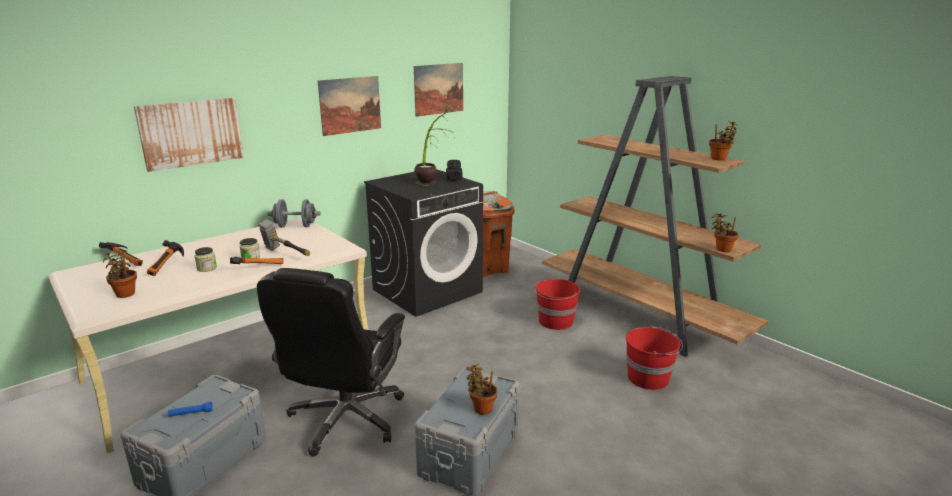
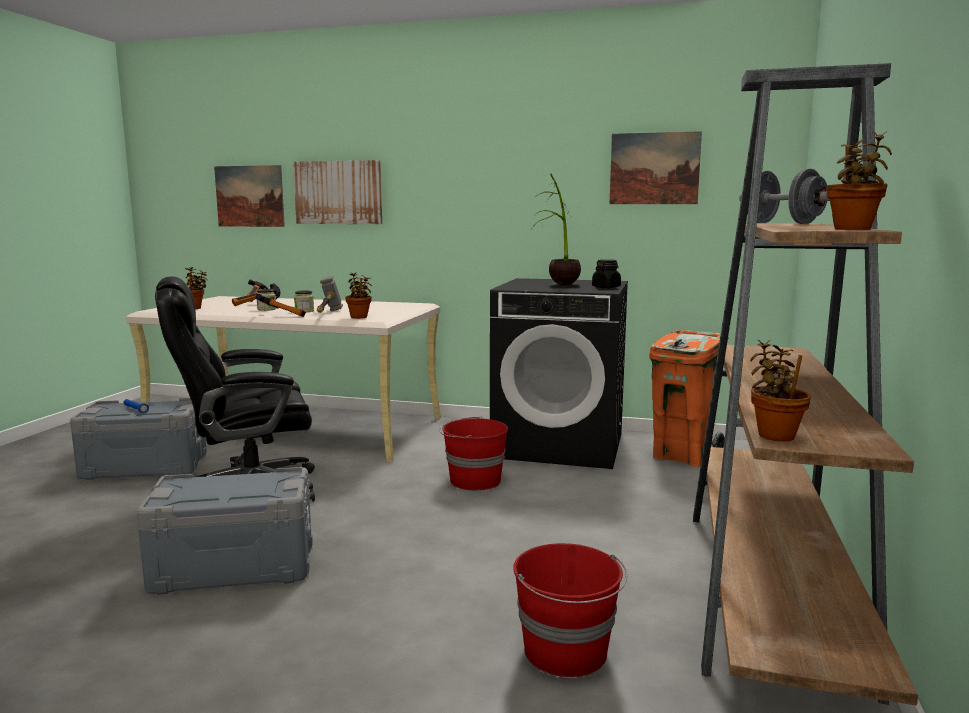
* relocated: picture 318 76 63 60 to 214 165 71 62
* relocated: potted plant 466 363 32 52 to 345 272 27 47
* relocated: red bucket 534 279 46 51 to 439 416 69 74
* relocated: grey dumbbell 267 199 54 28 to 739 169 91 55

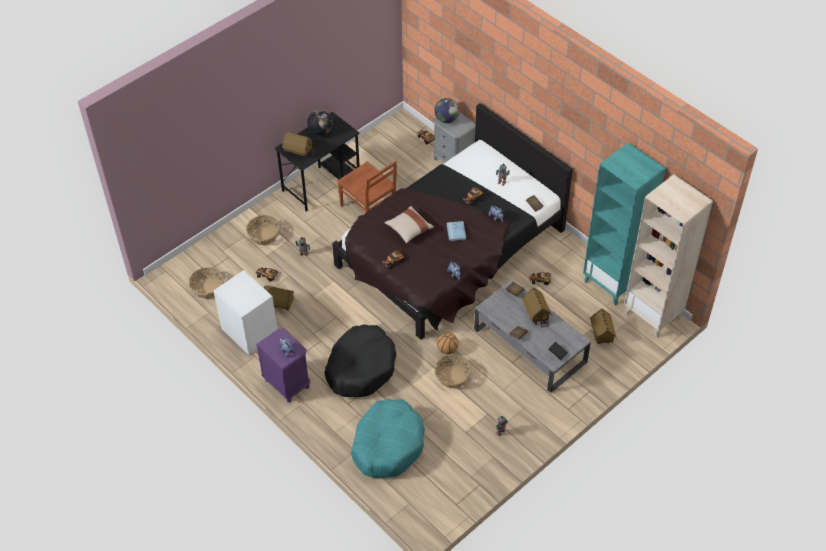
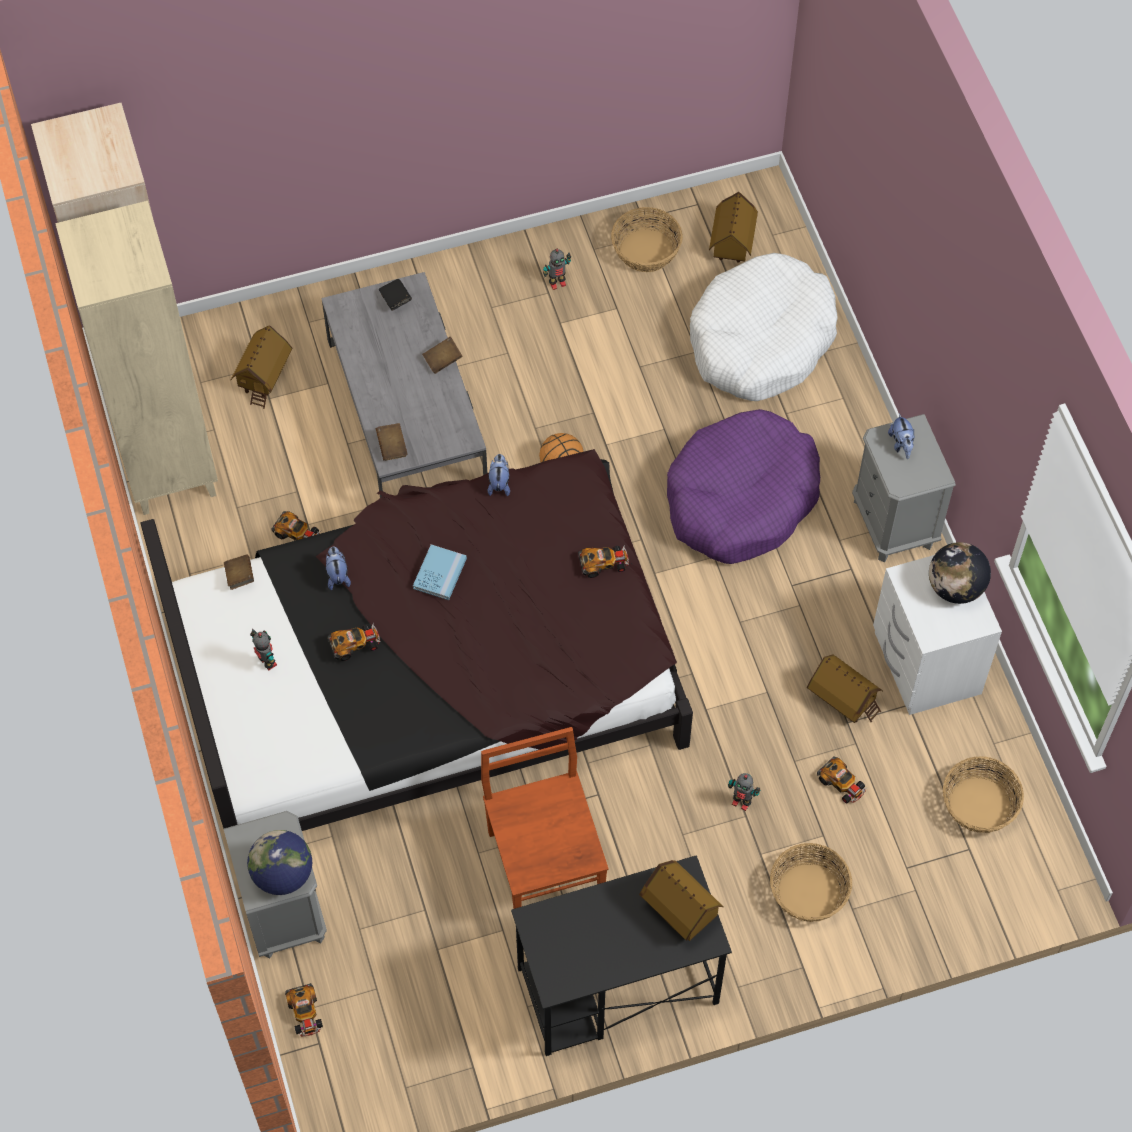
* colour: turquoise bookcase 583 142 83 163 to beige bookcase 55 201 163 314
* relocated: basket 434 354 38 34 to 611 207 72 65
* colour: black dog bed 324 324 73 73 to purple dog bed 667 409 153 155
* colour: turquoise dog bed 351 399 74 79 to white dog bed 690 253 147 148
* relocated: toy house 522 287 30 40 to 709 192 49 71
* colour: purple nightstand 256 328 54 74 to grey nightstand 852 414 104 148
* relocated: globe 307 110 26 26 to 929 542 62 62
* missing: beige pillow 384 206 50 38

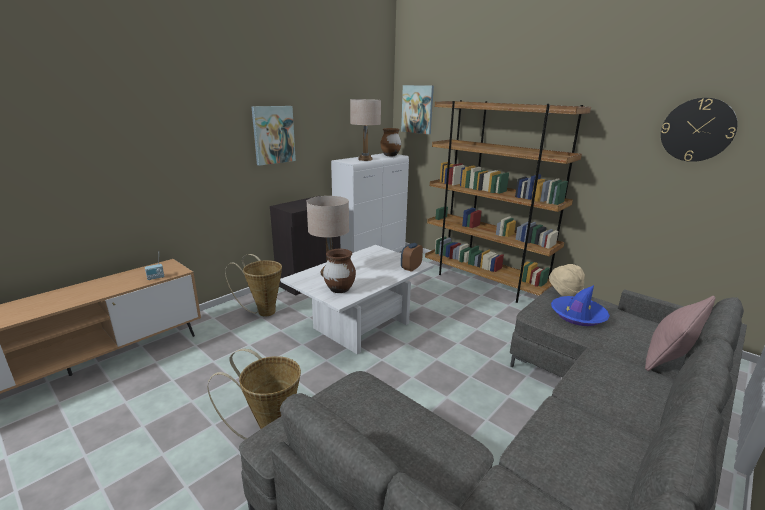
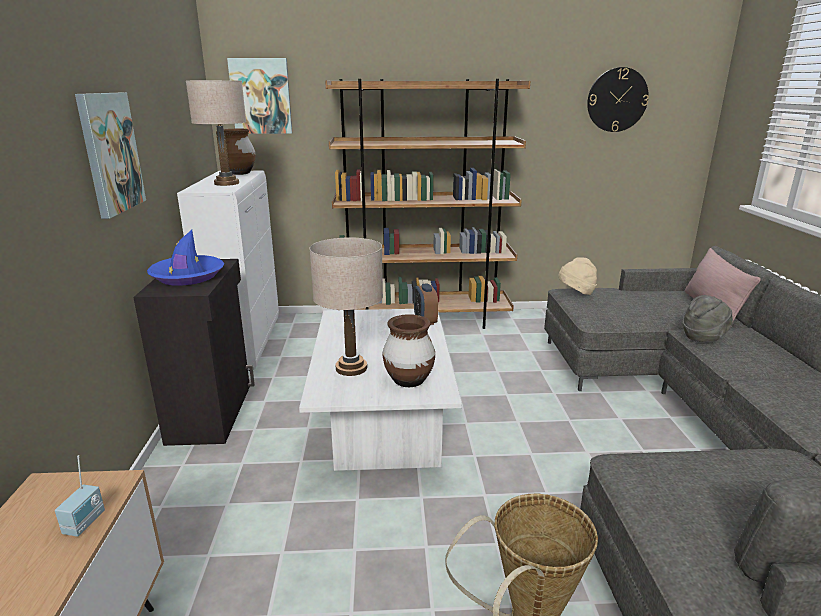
* relocated: blue hat 551 285 59 41 to 147 230 78 55
* appeared: grey hat 683 295 50 47
* missing: basket 225 254 57 63

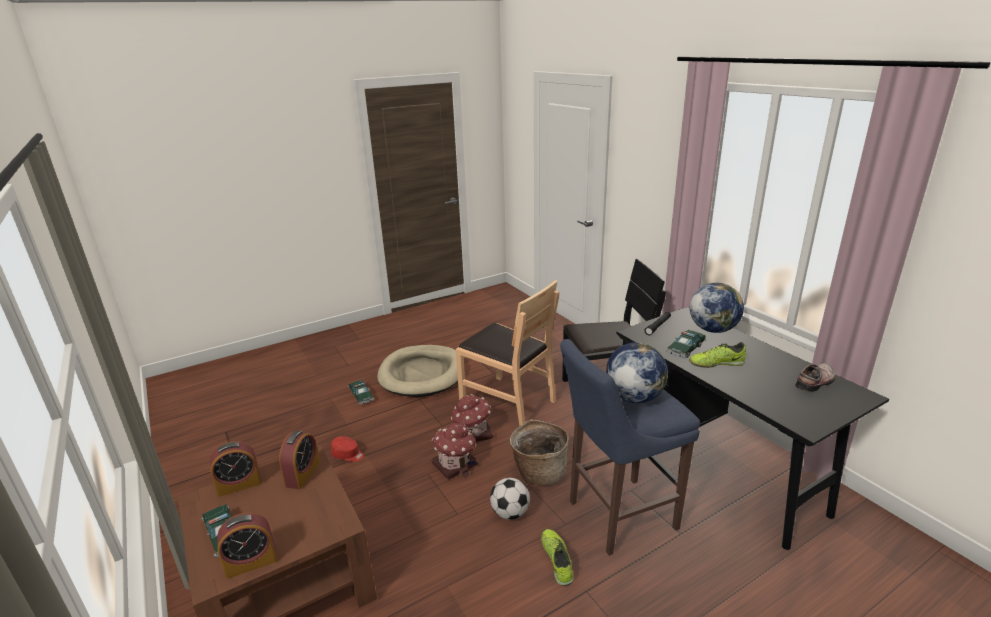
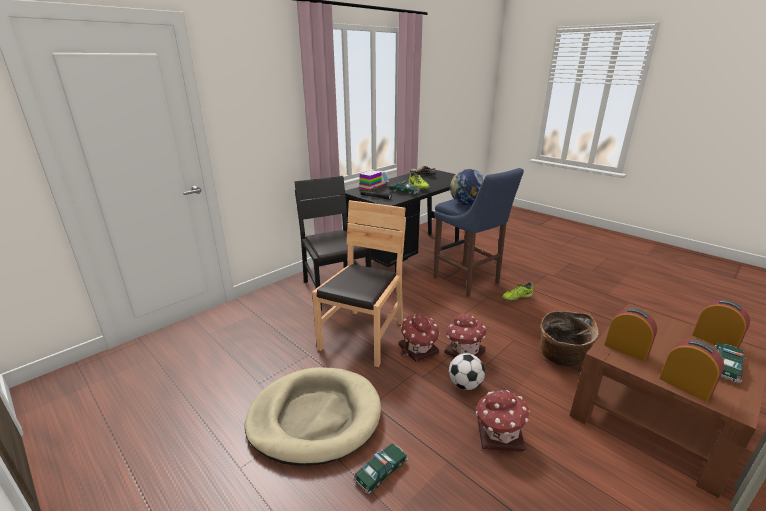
* exchanged: globe 690 283 54 50 to toy truck 359 170 30 21
* relocated: football 490 478 40 42 to 449 353 36 37
* exchanged: red cap 331 436 33 26 to toy house 476 390 54 62
* relocated: basket 510 419 59 66 to 541 311 58 56
* spun: alarm clock 279 431 41 58 = 604 308 53 54 45 degrees clockwise

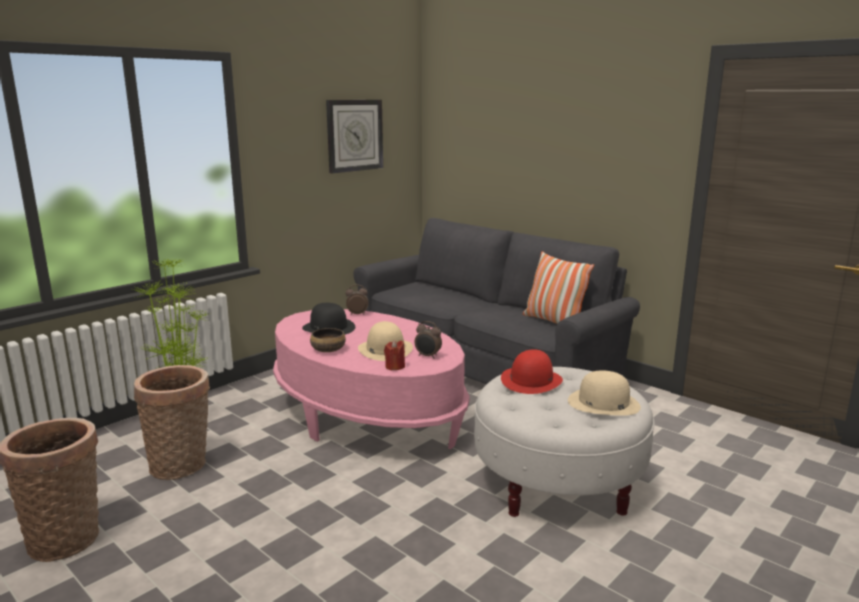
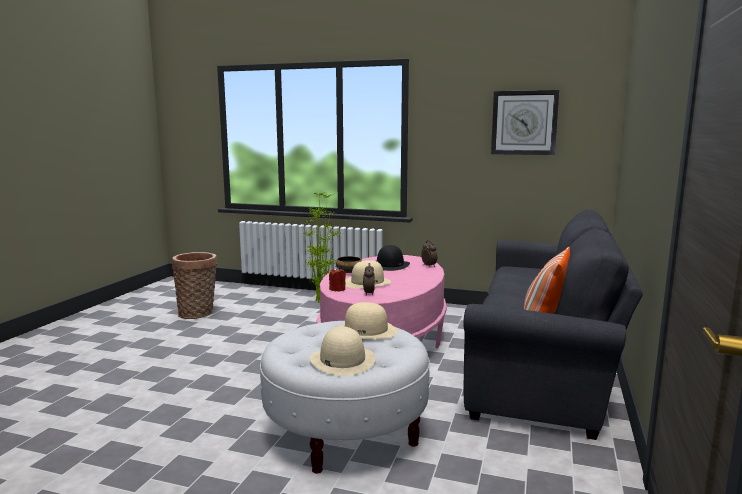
* colour: red hat 501 349 62 45 to beige hat 340 302 57 37
* missing: basket 134 365 76 115

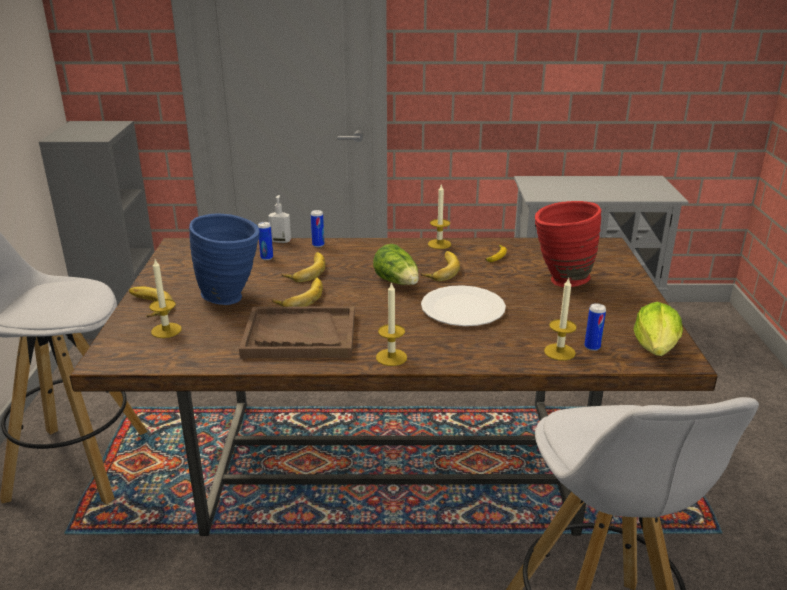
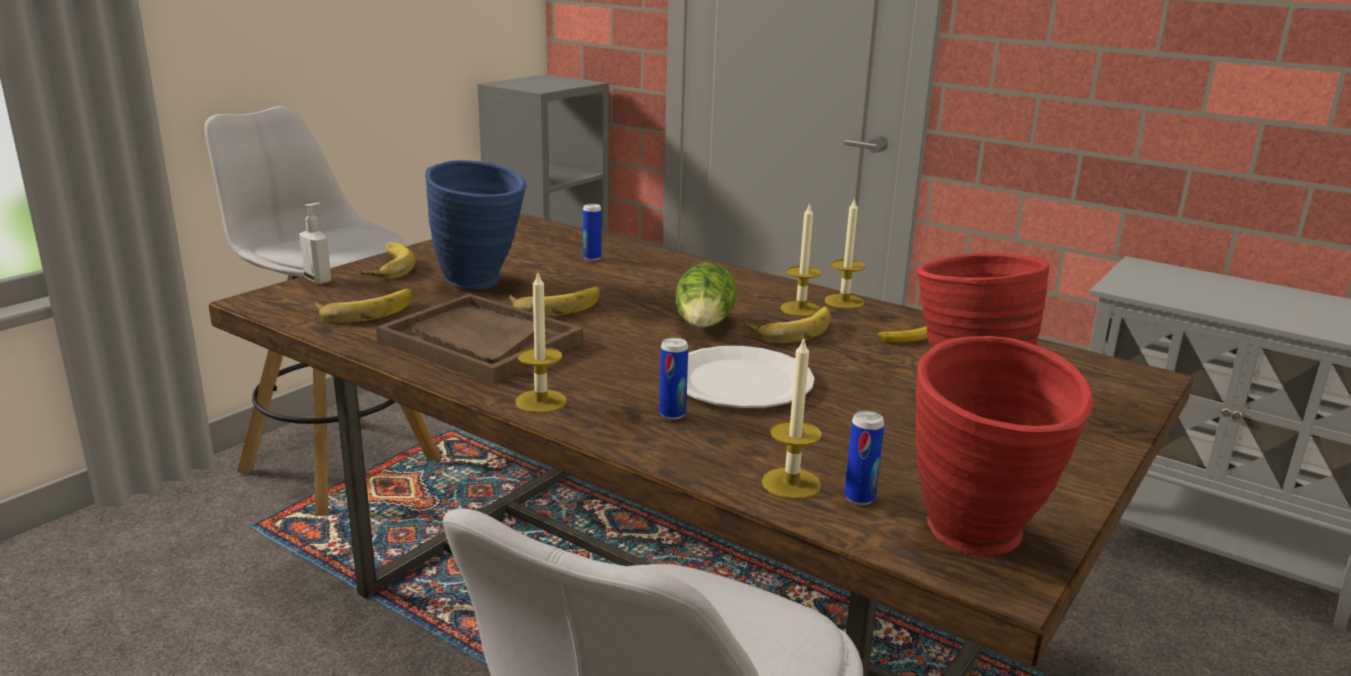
* relocated: soap dispenser 268 195 23 48 to 300 203 31 81
* relocated: banana 282 252 43 30 to 315 289 97 34
* relocated: can 311 210 13 37 to 659 337 29 83
* relocated: candle 149 259 33 79 to 781 203 41 114
* exchanged: lettuce 633 302 50 54 to red vase 916 336 178 221

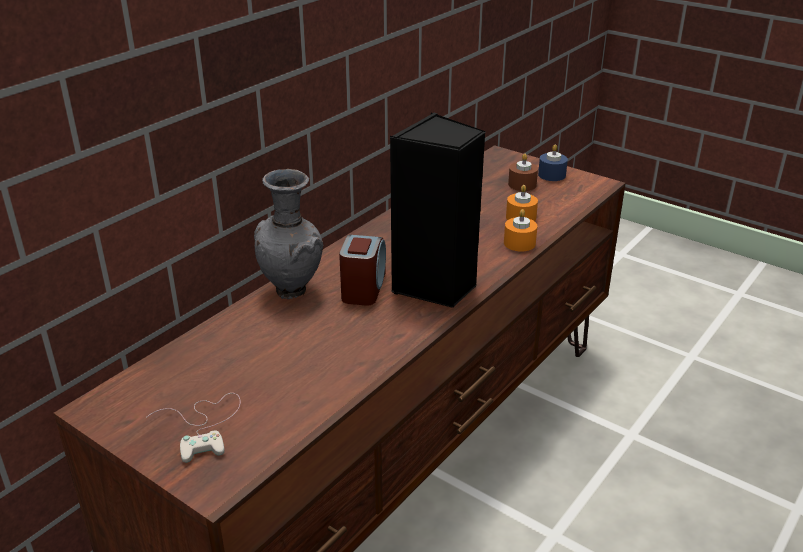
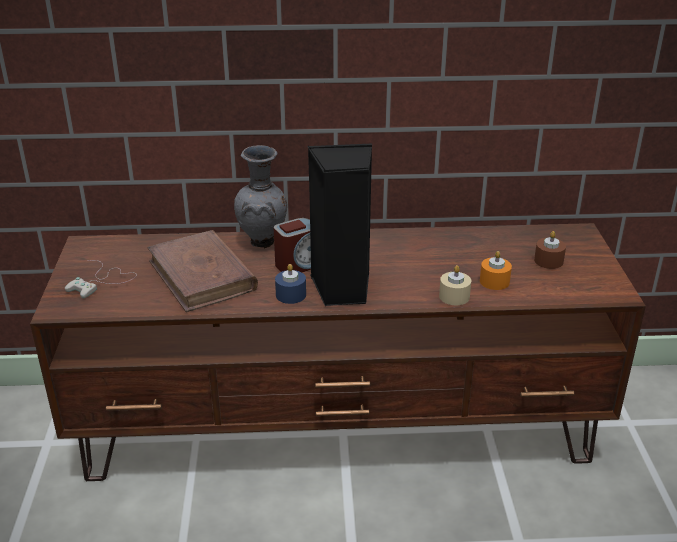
* appeared: brown book 147 230 111 82
* relocated: blue candle 538 144 30 37 to 275 264 31 40
* colour: orange candle 504 209 33 42 to beige candle 439 265 32 40

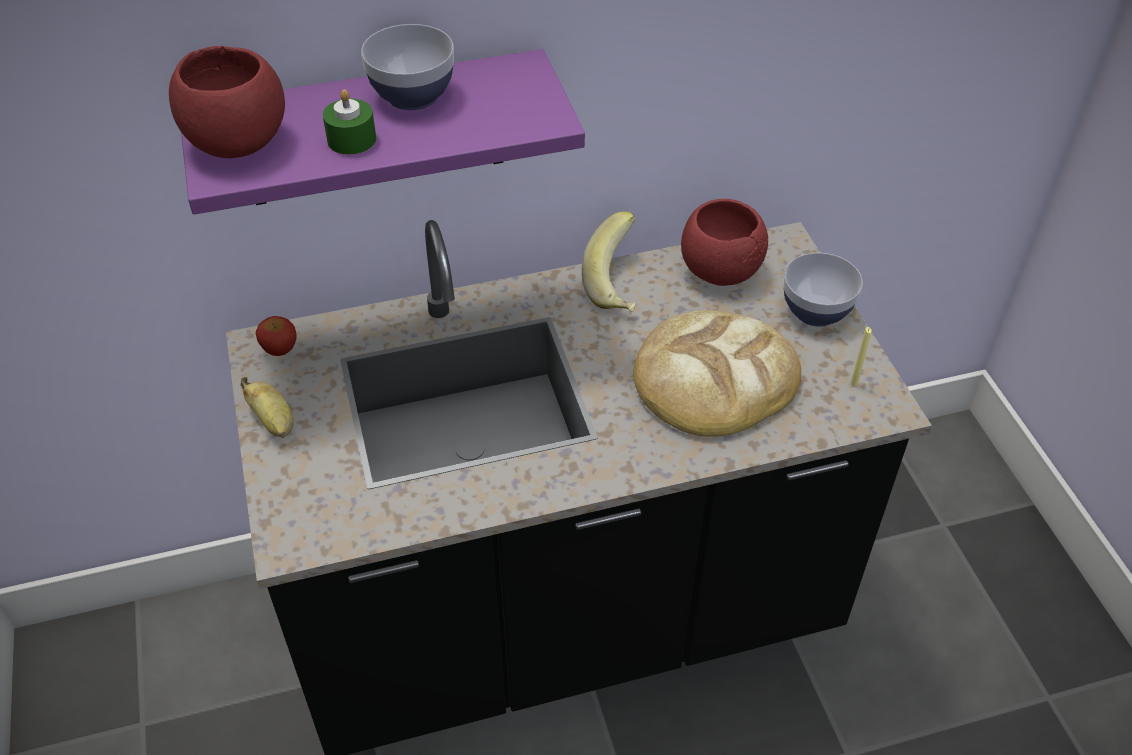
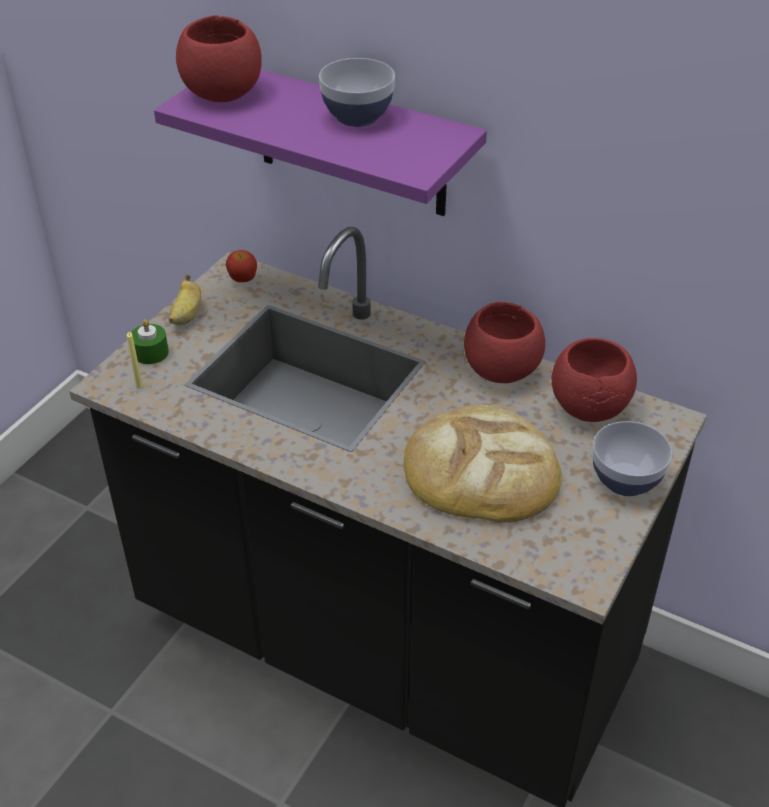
* relocated: yellow candle 851 327 21 59 to 127 332 16 56
* relocated: green candle 323 89 53 66 to 131 319 38 45
* exchanged: banana 582 211 54 101 to red bowl 464 302 81 81

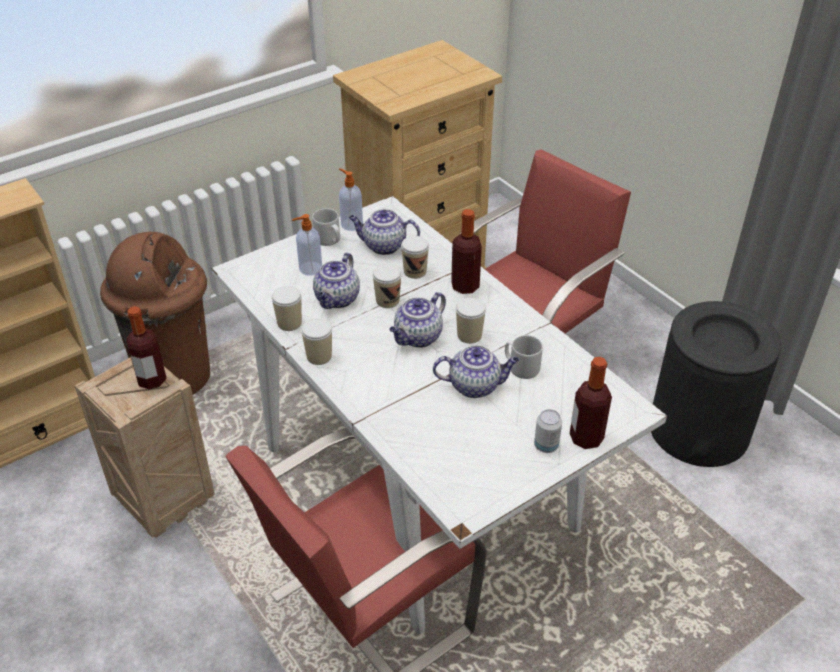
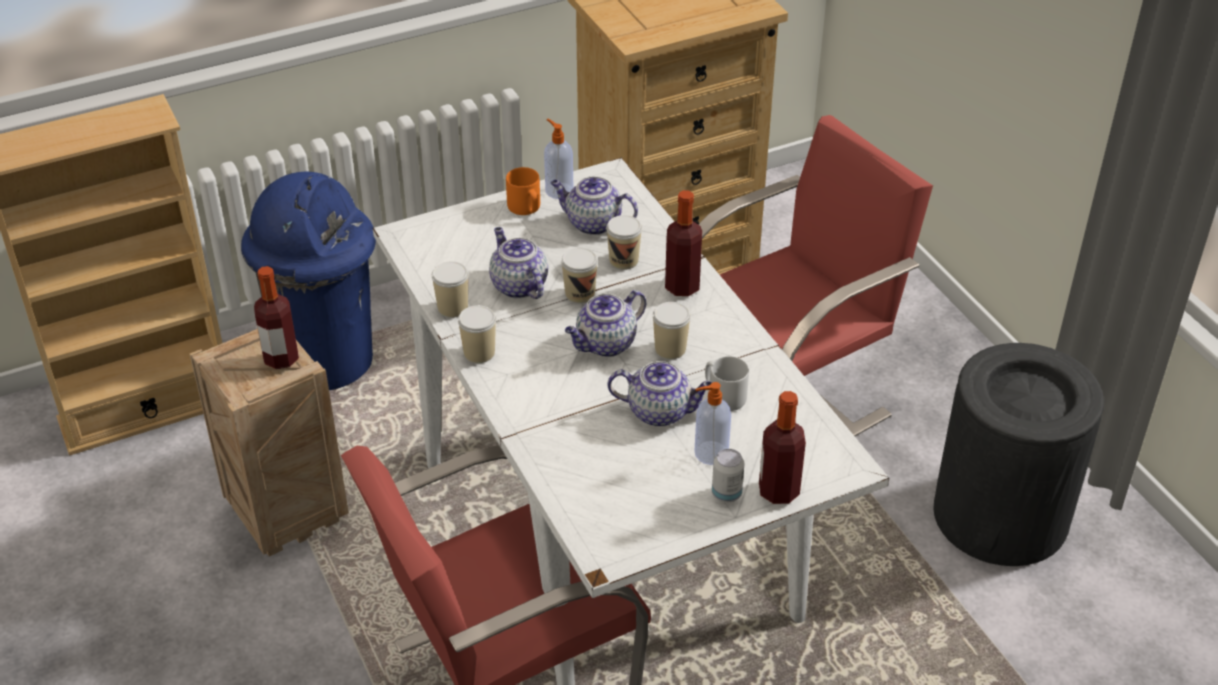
* colour: brown trash can 100 232 110 162 to blue trash can 241 172 135 218
* spun: teapot 313 253 47 56 = 489 227 59 72 120 degrees clockwise
* colour: grey mug 312 208 28 38 to orange mug 506 167 34 48
* relocated: soap dispenser 292 214 30 62 to 695 382 36 83

